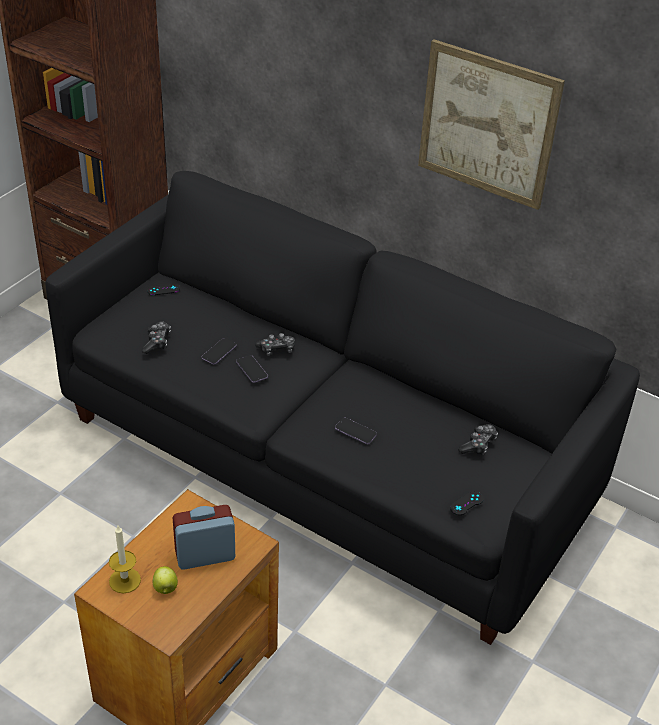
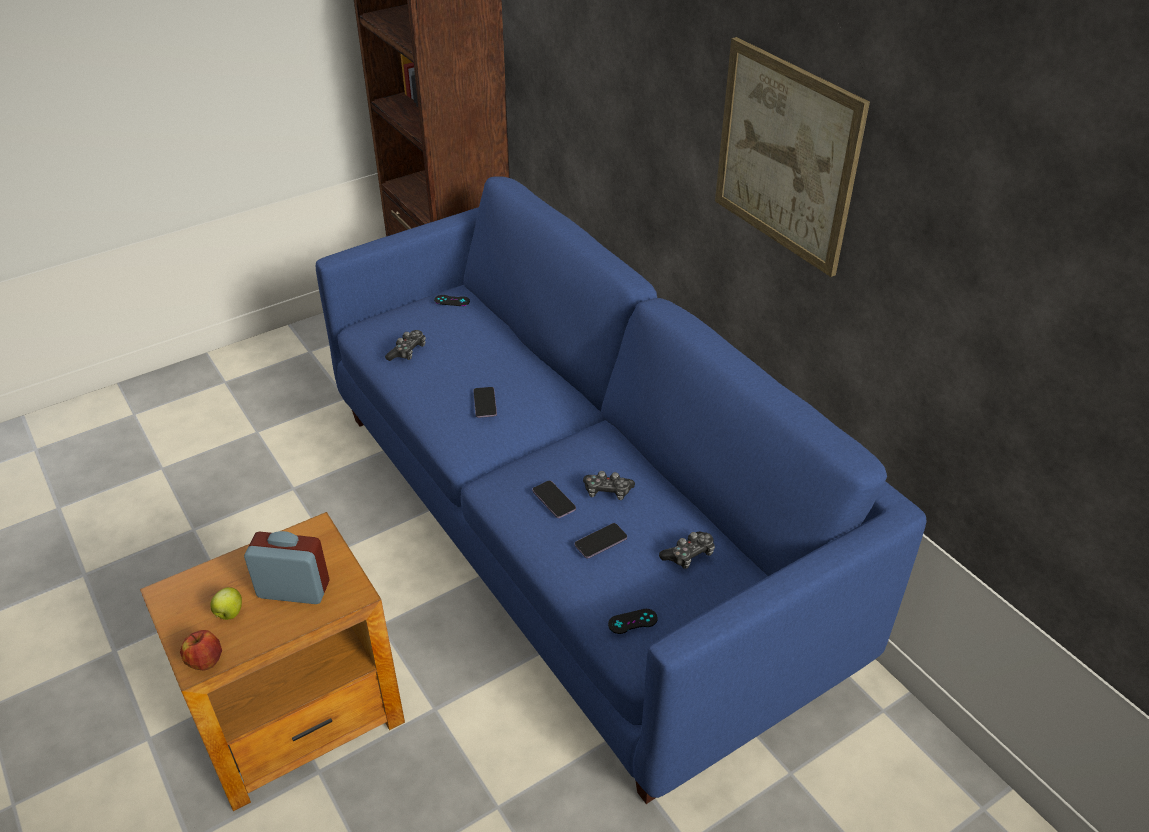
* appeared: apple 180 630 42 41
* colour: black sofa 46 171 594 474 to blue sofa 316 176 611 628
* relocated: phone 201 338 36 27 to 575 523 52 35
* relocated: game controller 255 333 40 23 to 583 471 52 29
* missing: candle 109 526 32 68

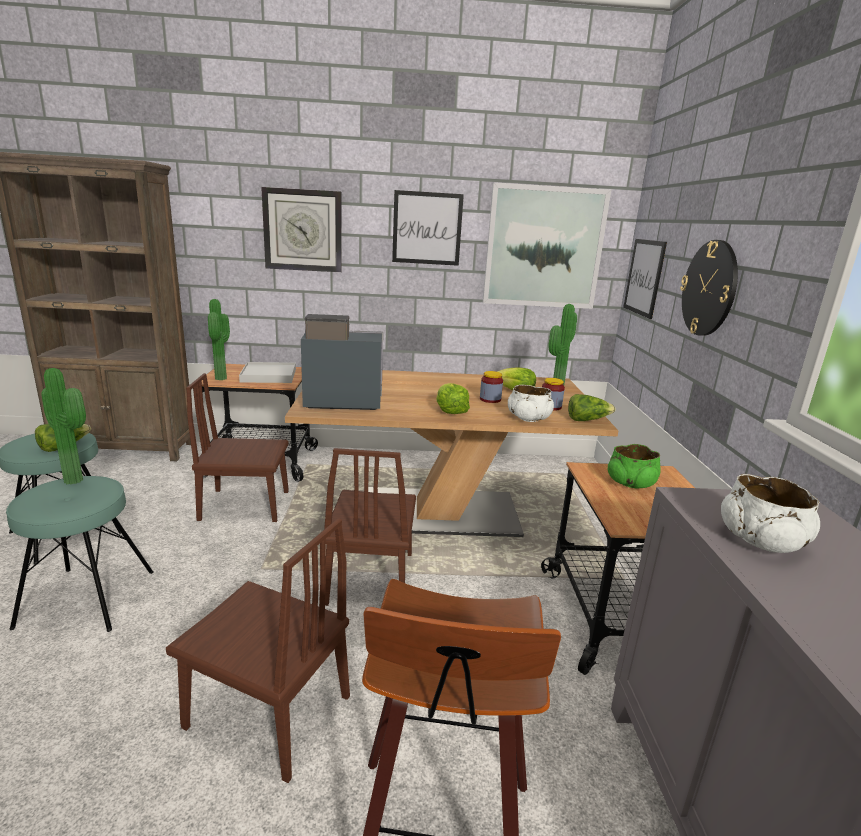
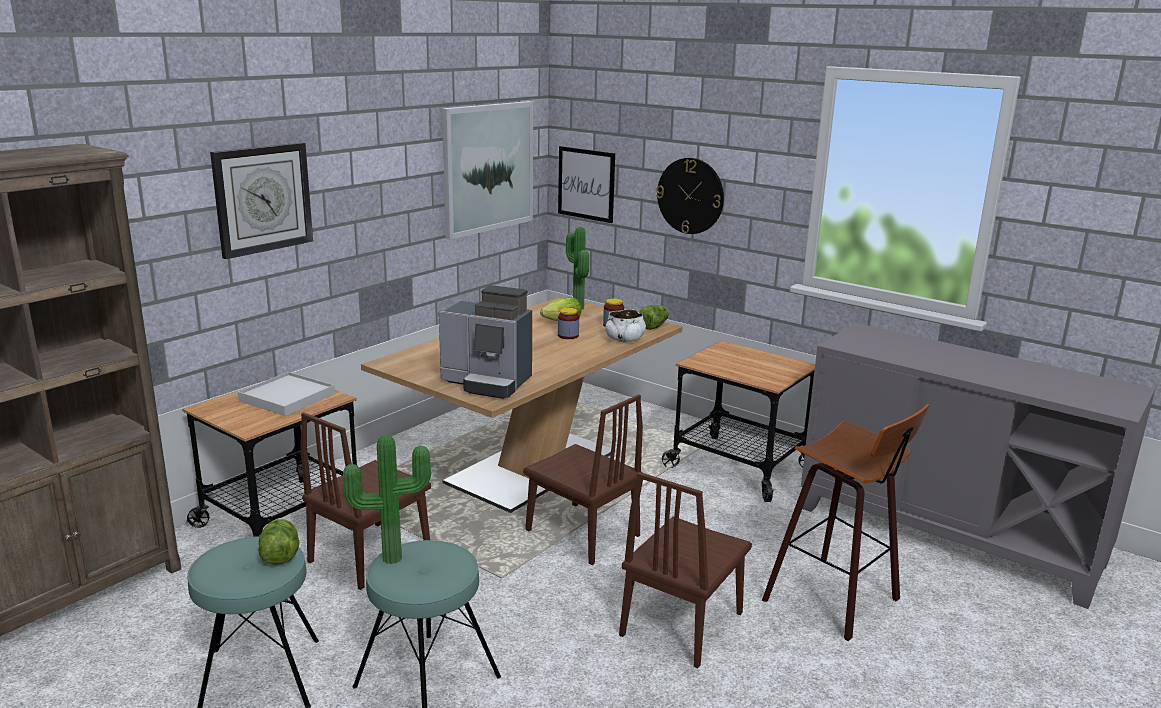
* spun: coffee machine 301 314 82 96 = 439 285 93 114 105 degrees counterclockwise
* spun: brown chair 166 518 184 265 = 619 472 133 196 150 degrees clockwise
* missing: potted plant 208 299 22 81
* missing: picture 392 190 72 76
* missing: lettuce 436 383 34 31
* missing: green bowl 608 444 53 45
* missing: white bowl 721 474 99 79

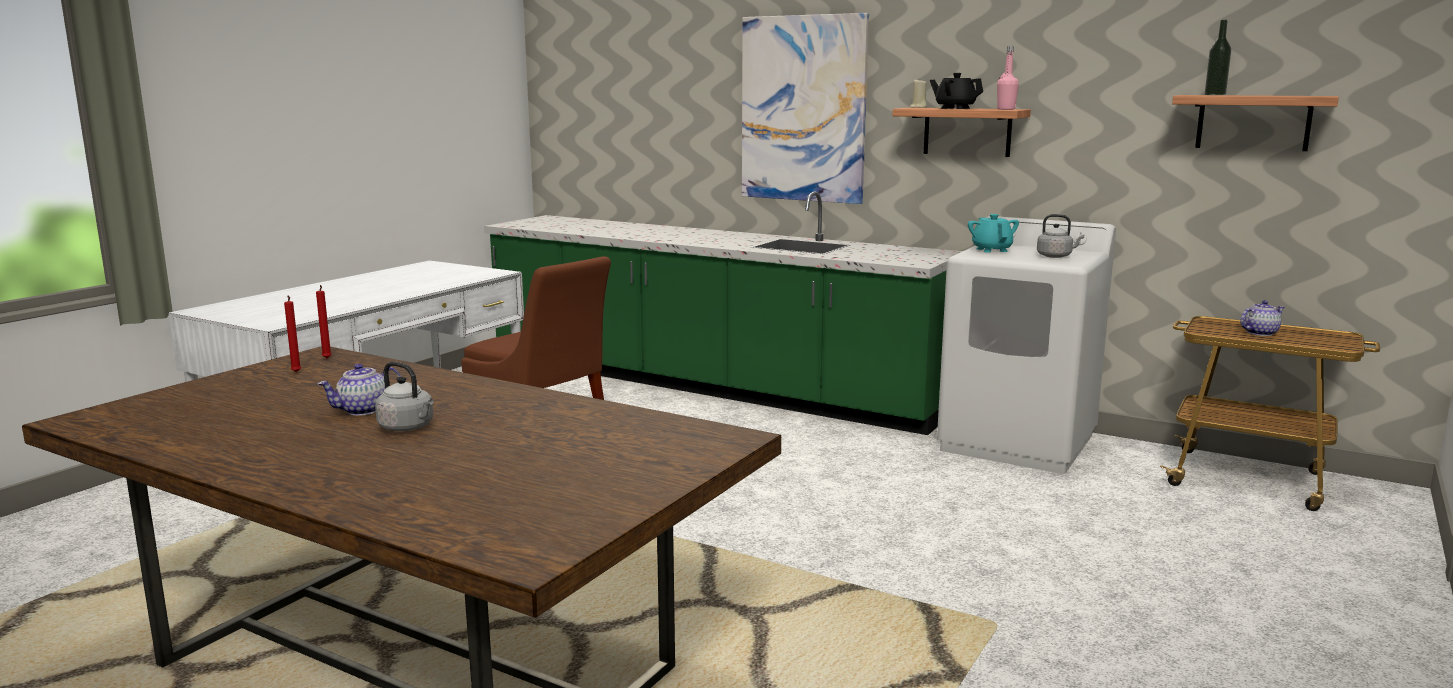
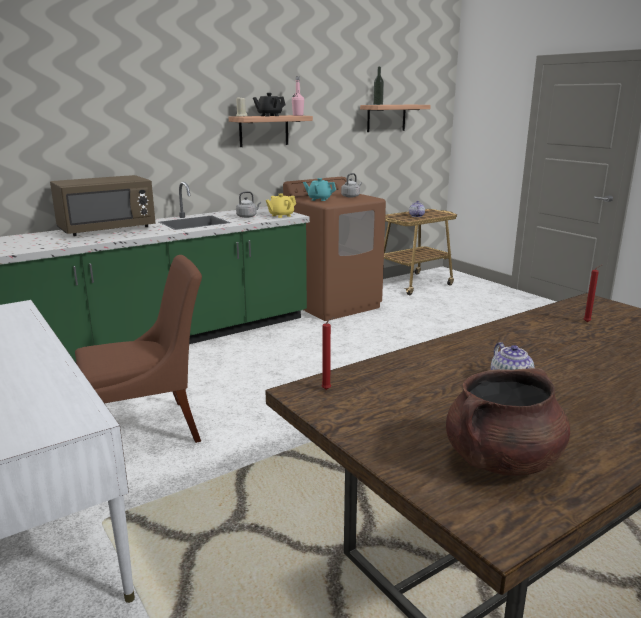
* appeared: brown microwave 50 175 106 61
* relocated: grey kettle 375 362 58 69 to 236 191 25 27
* appeared: yellow teapot 266 193 30 25
* colour: white washing machine 937 216 179 258 to brown washing machine 283 177 103 144
* appeared: brown cooking pot 446 368 124 108
* relocated: red candle 284 296 17 77 to 583 265 19 57
* missing: picture 742 13 127 191

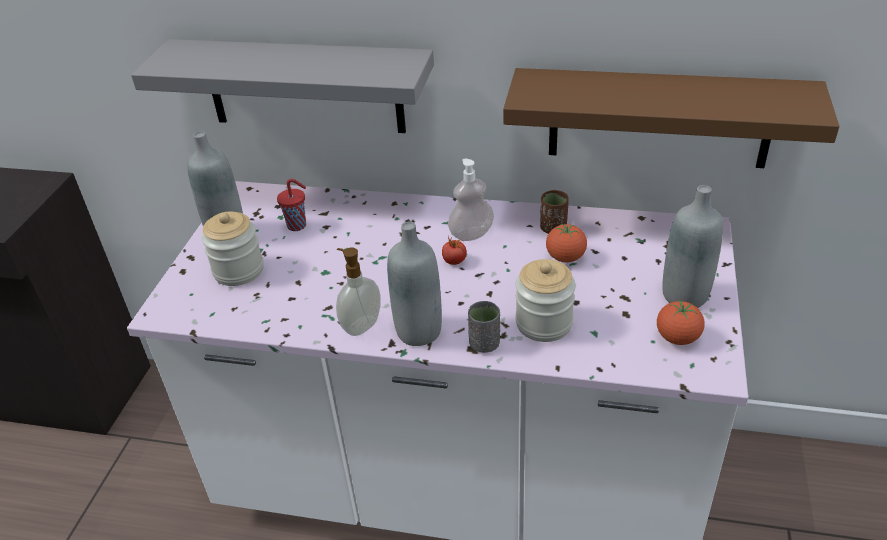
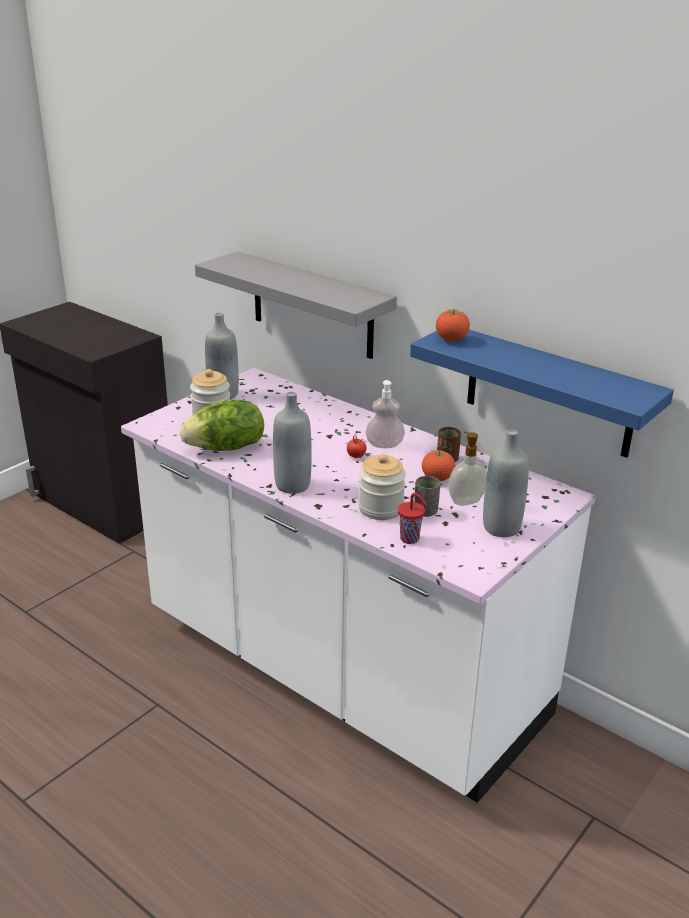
* appeared: lettuce 179 400 85 51
* relocated: red cup 277 179 29 52 to 398 493 29 51
* colour: brown shelf 503 68 336 100 to blue shelf 410 330 264 128
* relocated: grey cup 468 301 32 52 to 414 476 26 41
* relocated: tomato 657 300 48 45 to 436 309 34 32
* relocated: soap dispenser 336 248 45 88 to 449 431 38 75

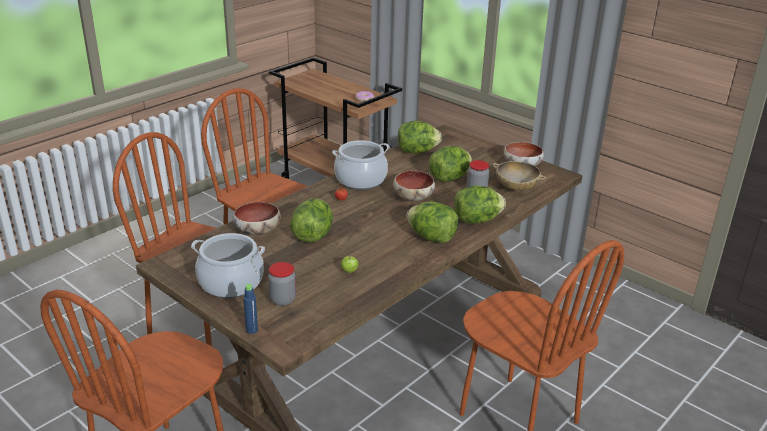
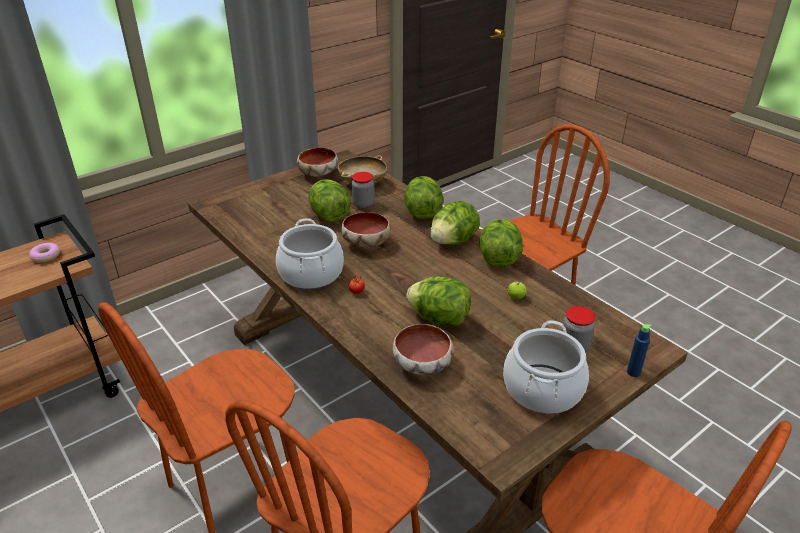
* relocated: lettuce 398 121 44 33 to 479 219 44 48

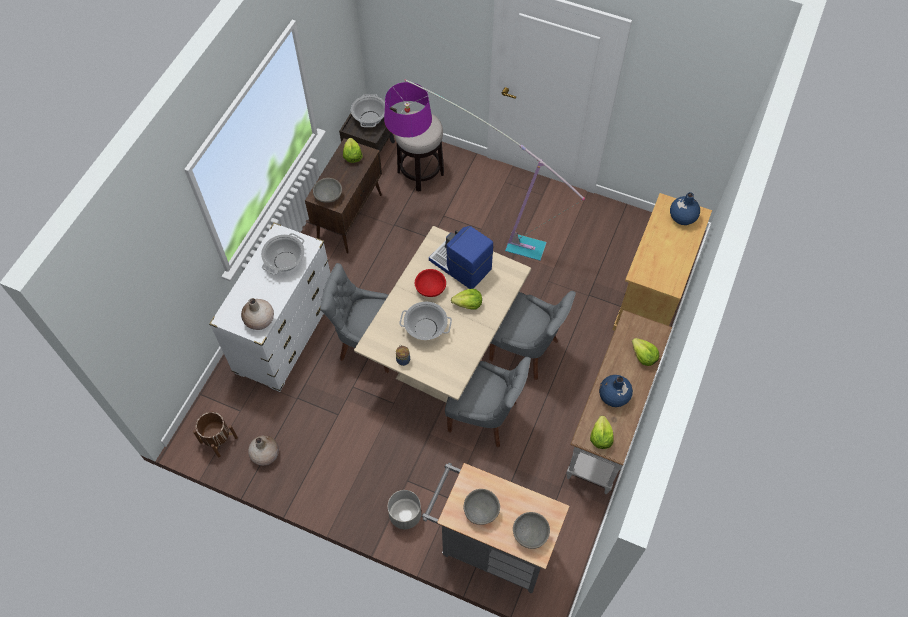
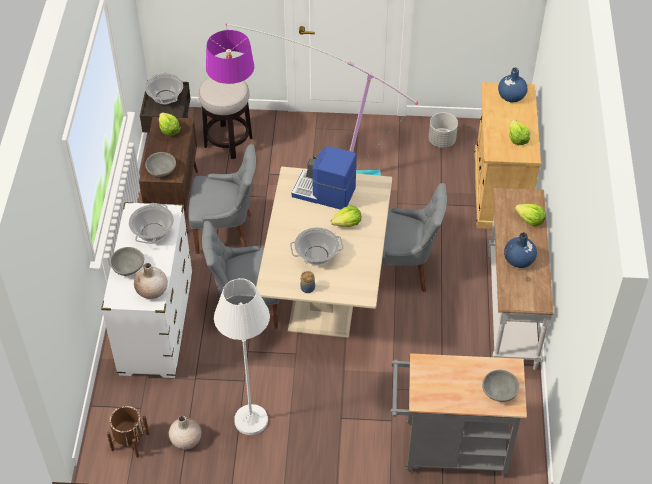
* relocated: grey bowl 464 489 36 36 to 110 247 34 29
* relocated: grey chair 445 357 86 90 to 188 144 68 110
* appeared: white floor lamp 214 278 56 157
* relocated: grey planter 388 490 33 39 to 429 112 29 36
* relocated: lettuce 590 416 24 33 to 509 120 21 25
* missing: red bowl 415 269 31 28

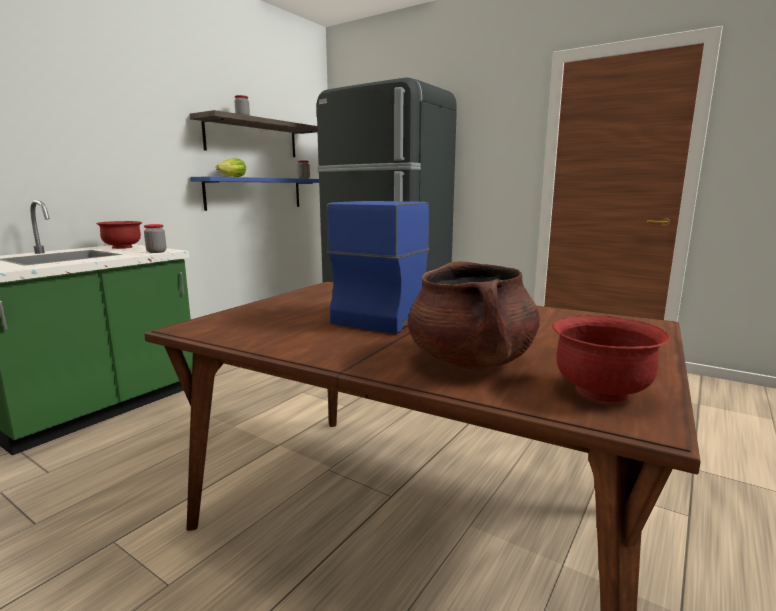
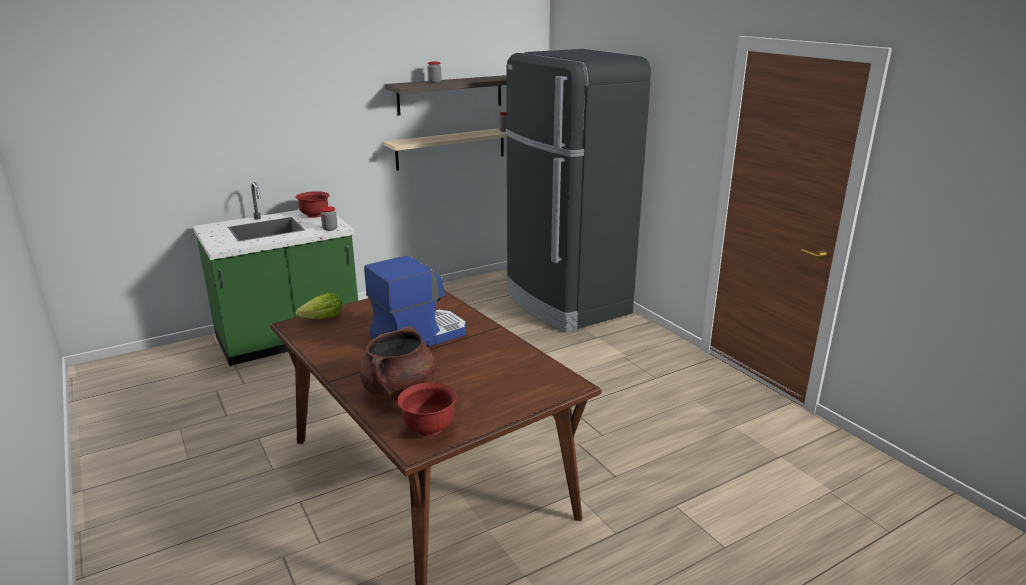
* relocated: lettuce 216 158 30 19 to 296 293 46 26
* colour: blue shelf 190 176 129 35 to beige shelf 384 128 123 43

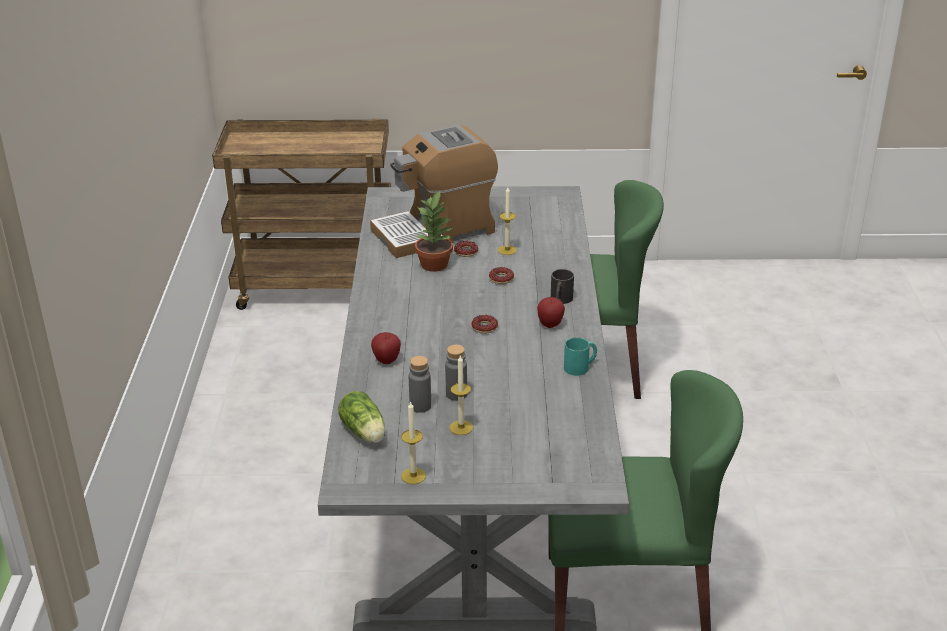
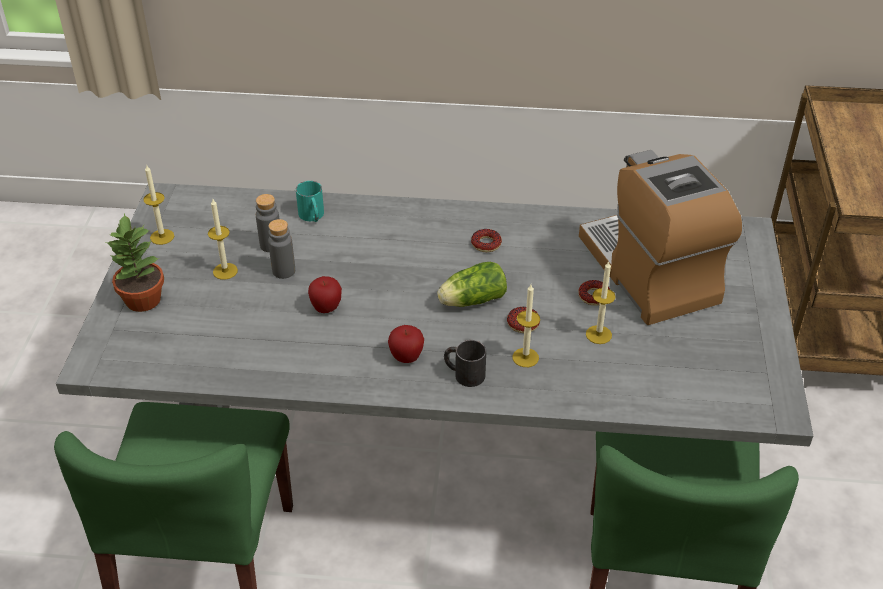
* relocated: potted plant 415 191 38 81 to 106 213 58 99
* relocated: turquoise mug 564 337 33 39 to 296 181 28 41
* relocated: apple 371 332 30 32 to 308 276 34 37
* relocated: lettuce 338 391 47 52 to 437 262 70 45
* relocated: donut 471 315 27 19 to 471 229 31 23
* appeared: candle 512 284 28 83

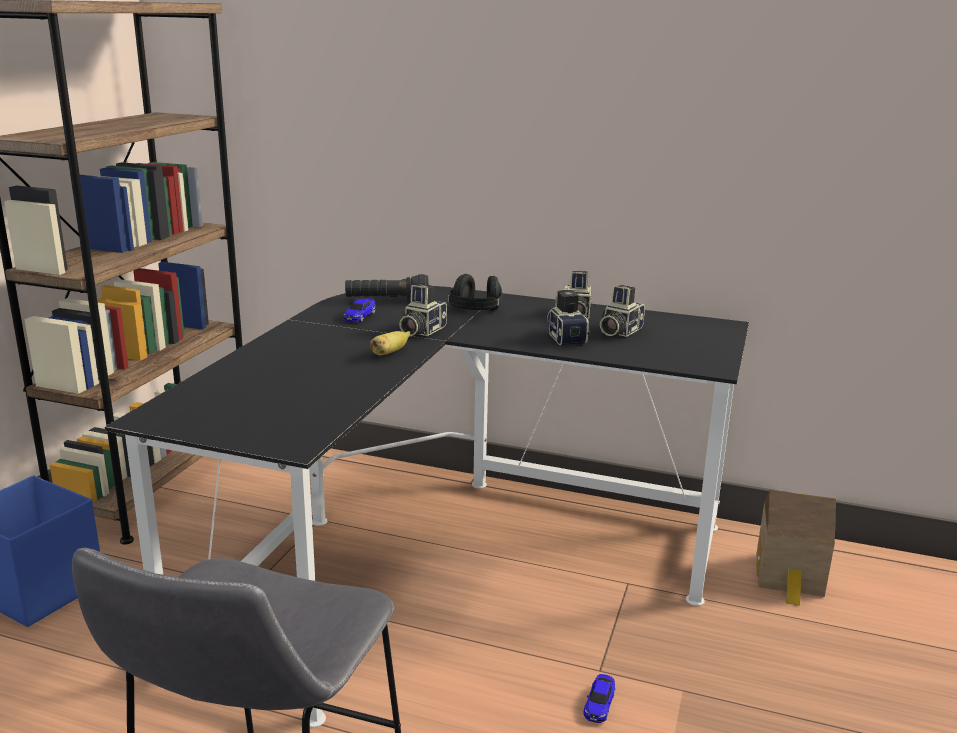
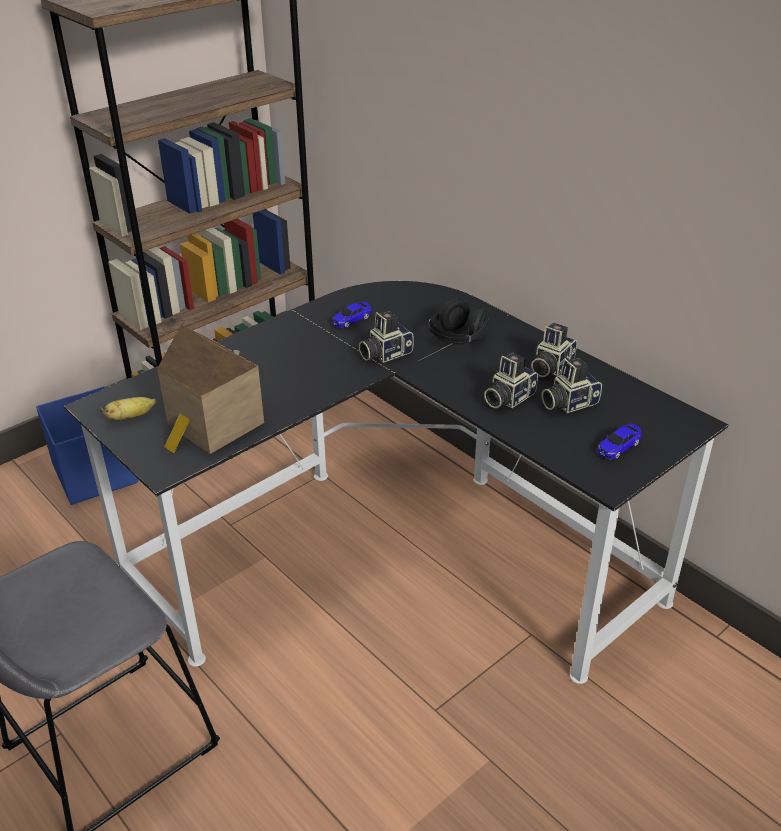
* relocated: banana 370 331 40 25 to 100 397 56 23
* relocated: toy house 756 490 80 116 to 157 325 107 129
* spun: photo camera 547 289 44 56 = 484 353 54 55 150 degrees counterclockwise
* relocated: toy car 583 674 32 49 to 597 423 45 36
* missing: black flashlight 345 274 84 24

